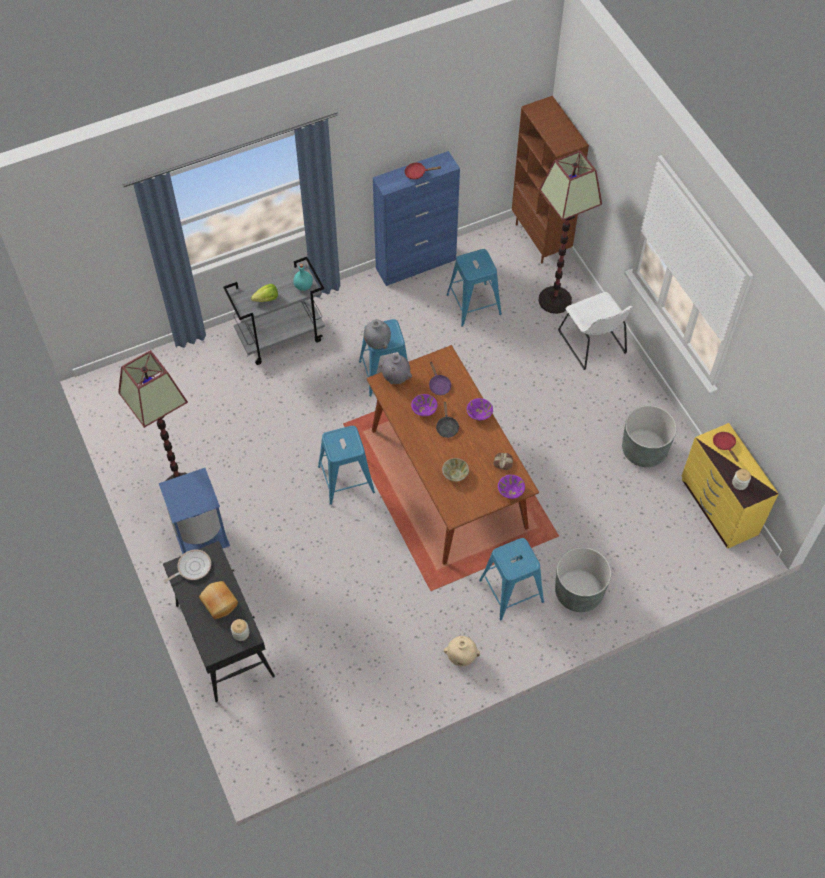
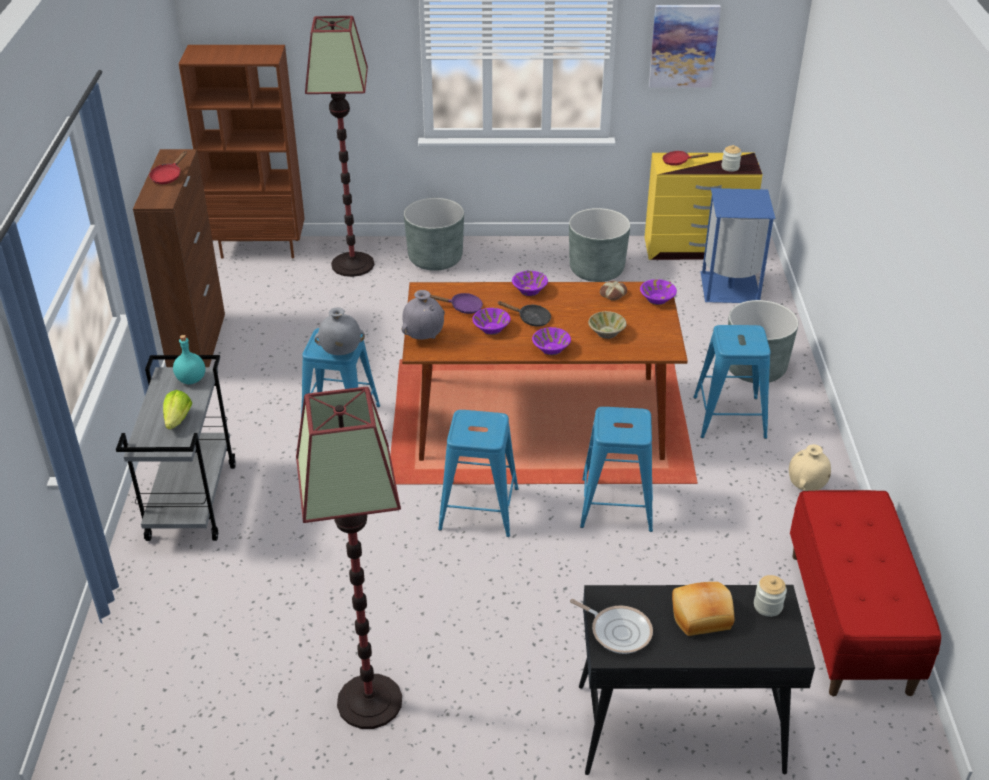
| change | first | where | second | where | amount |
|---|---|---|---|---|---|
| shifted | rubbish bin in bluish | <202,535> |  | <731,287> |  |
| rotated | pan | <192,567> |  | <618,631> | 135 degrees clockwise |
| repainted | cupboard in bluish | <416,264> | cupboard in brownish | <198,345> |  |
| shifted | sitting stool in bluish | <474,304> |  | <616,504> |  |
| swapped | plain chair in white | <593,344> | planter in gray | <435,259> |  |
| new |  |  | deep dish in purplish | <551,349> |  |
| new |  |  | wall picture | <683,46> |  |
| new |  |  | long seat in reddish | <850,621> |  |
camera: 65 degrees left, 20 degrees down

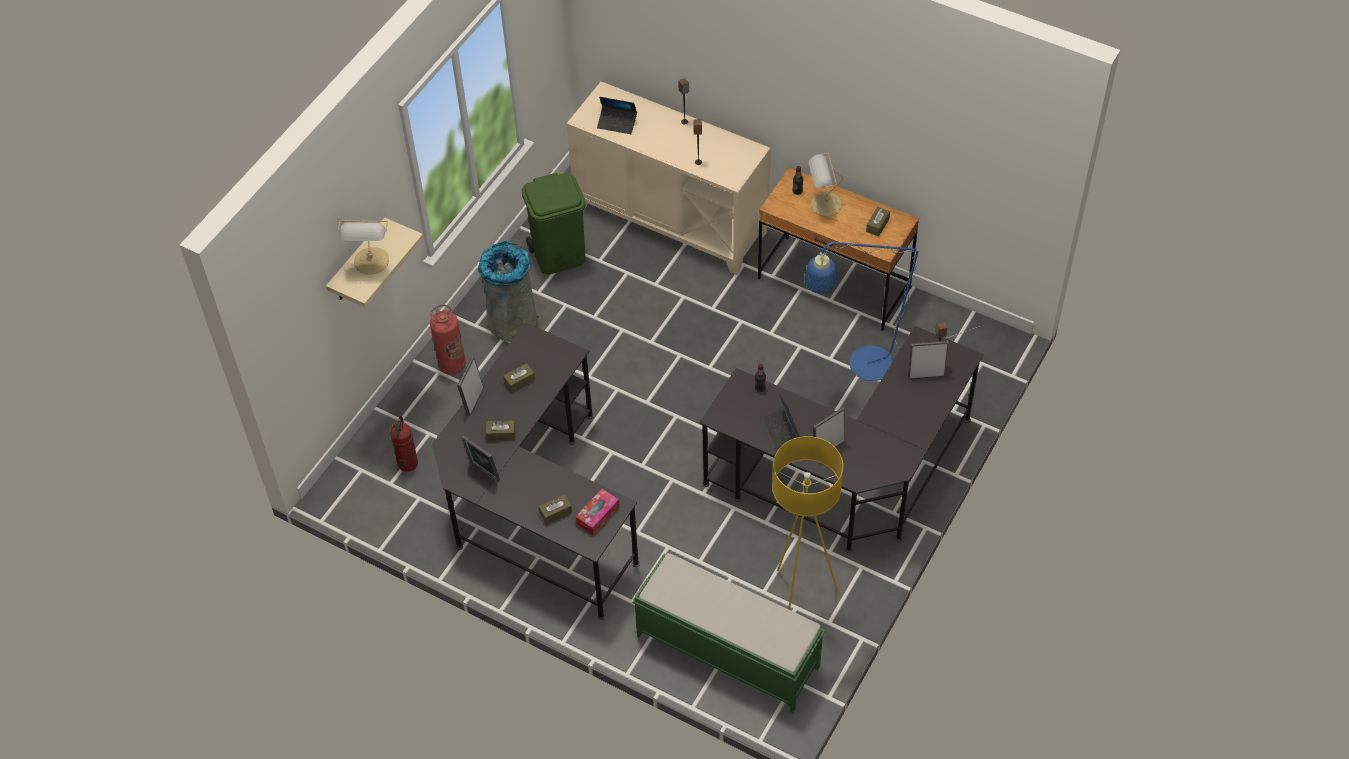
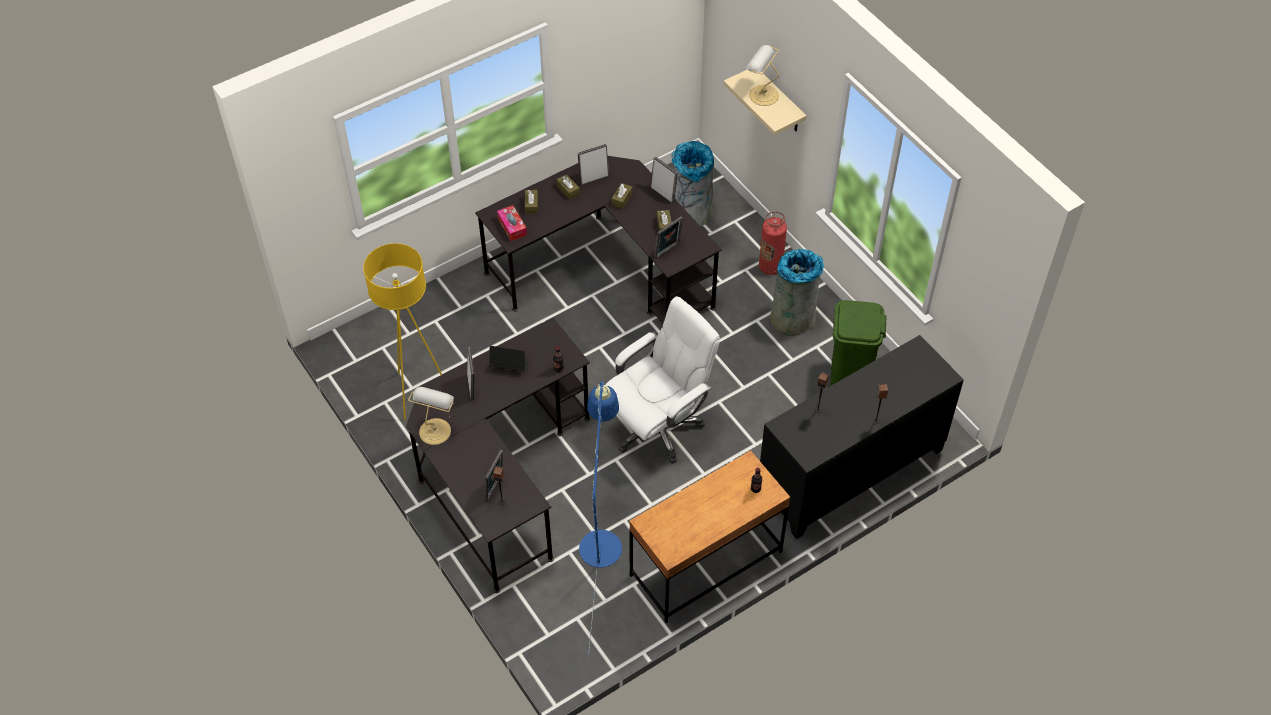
| change | first | where | second | where | amount |
|---|---|---|---|---|---|
| swapped | fire extinguisher | <408,463> | rubbish bin in gray | <691,213> |  |
| repainted | cupboard in beige-coloured | <671,219> | cupboard in blackish | <851,472> |  |
| gone | notebook computer | <617,123> |  |  |  |
| gone | long seat in greenish | <726,650> |  |  |  |
| shifted | tabletop lamp | <824,204> |  | <435,430> |  |
| shifted | tissue box in brownish | <877,225> |  | <568,190> |  |
| new |  |  | desk chair in white | <658,426> |  |
| new |  |  | picture frame | <668,251> |  |
camera: 115 degrees right, 0 degrees up

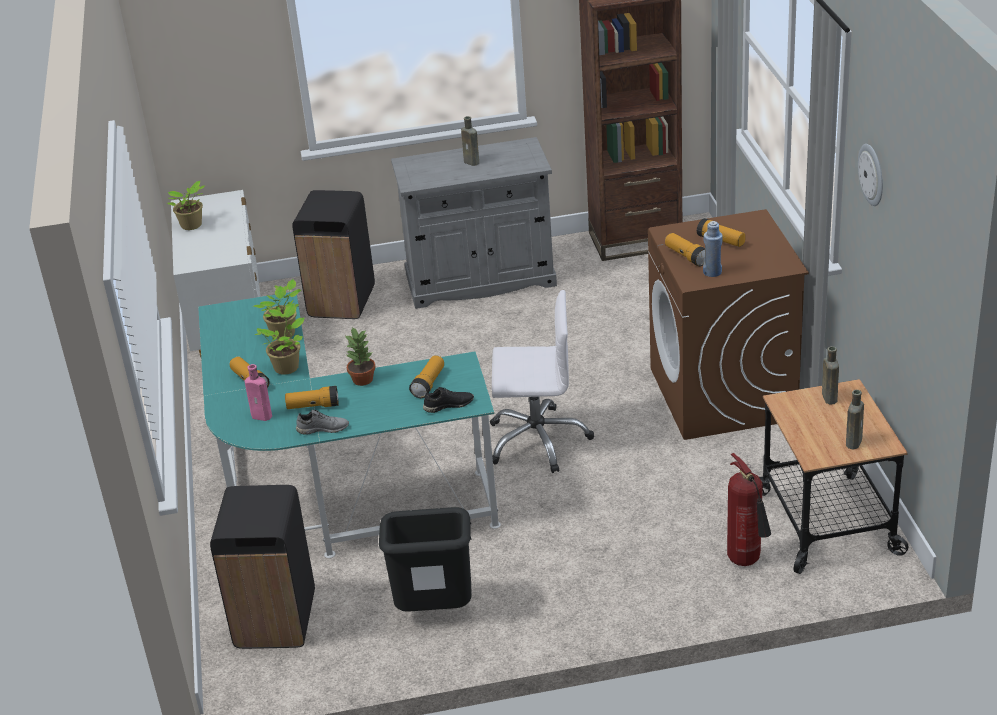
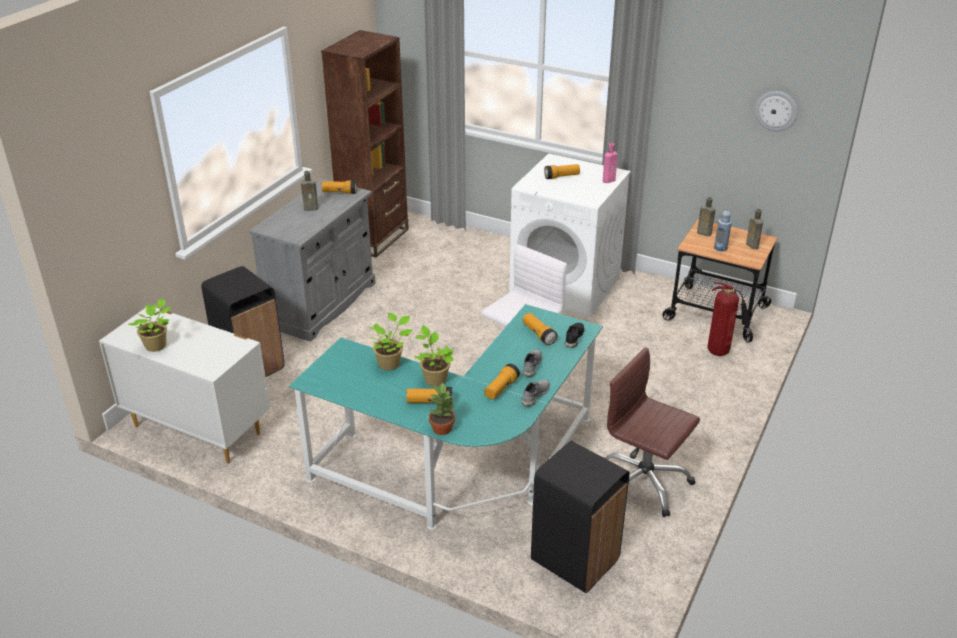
| change | first | where | second | where | amount |
|---|---|---|---|---|---|
| shifted | beverage bottle in pink | <263,416> |  | <609,180> |  |
| shifted | houseplant | <363,379> |  | <442,428> |  |
| swapped | rubbish bin in blackish | <435,611> | desk chair in brownish | <643,483> |  |
| repainted | washing machine in brownish | <723,395> | washing machine in white | <566,286> |  |
| shifted | hand torch | <686,256> |  | <339,192> |  |
| shifted | beverage bottle in bluish | <712,272> |  | <720,248> |  |
| shifted | clock on the wall | <872,174> |  | <776,110> |  |
| new |  |  | shoe in gray | <531,366> |  |
camera: 55 degrees left, 0 degrees up

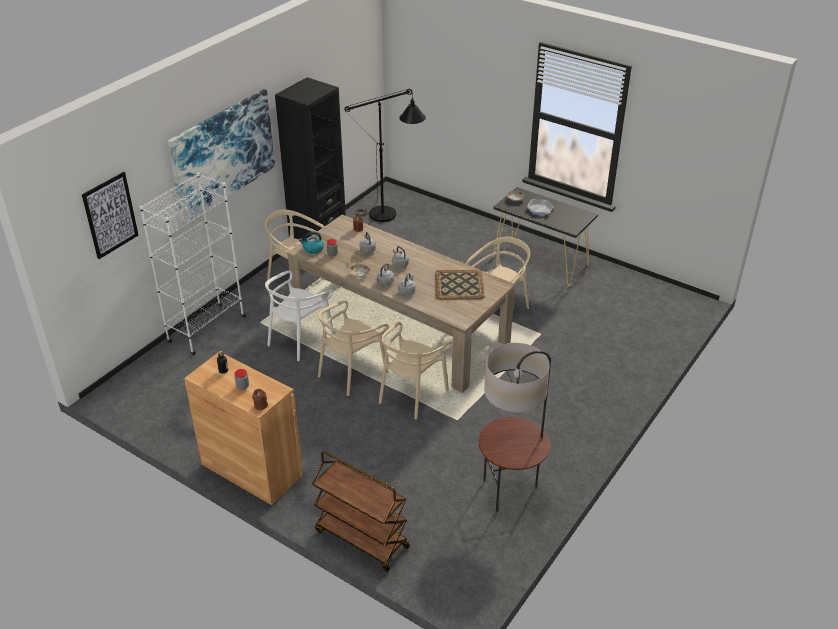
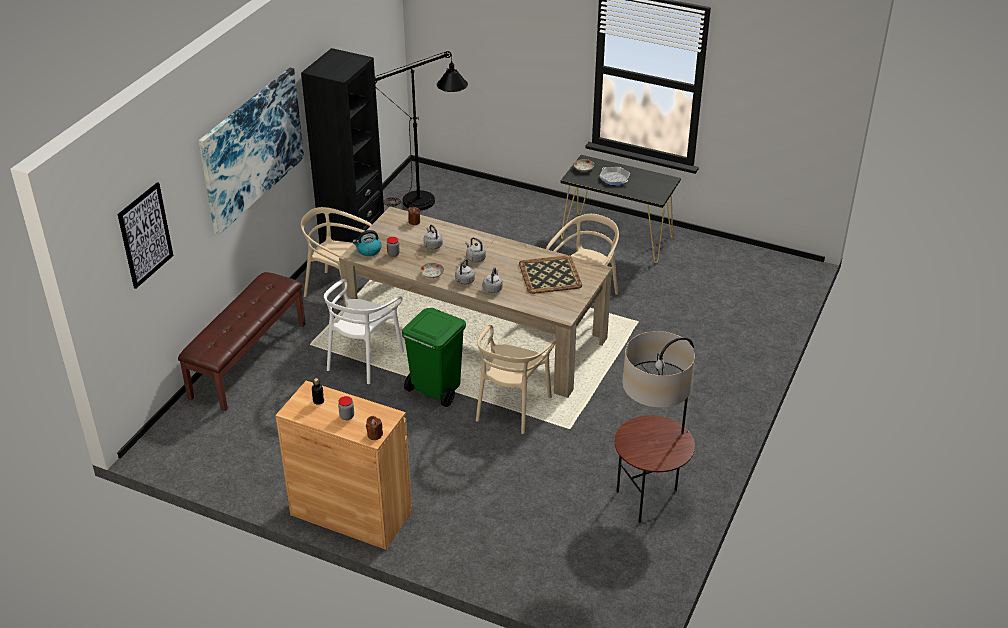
| change | first | where | second | where | amount |
|---|---|---|---|---|---|
| swapped | bookshelf in white | <206,329> | long seat in brownish | <248,359> |  |
| gone | wheeled cart in brownish | <361,539> |  |  |  |
| swapped | plain chair in beige-coloured | <352,372> | rubbish bin in greenish | <435,390> |  |
camera: 10 degrees left, 0 degrees up

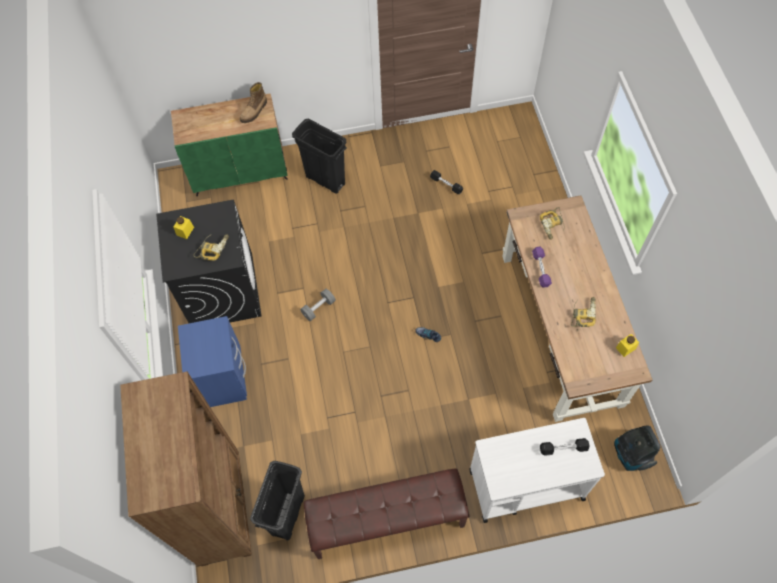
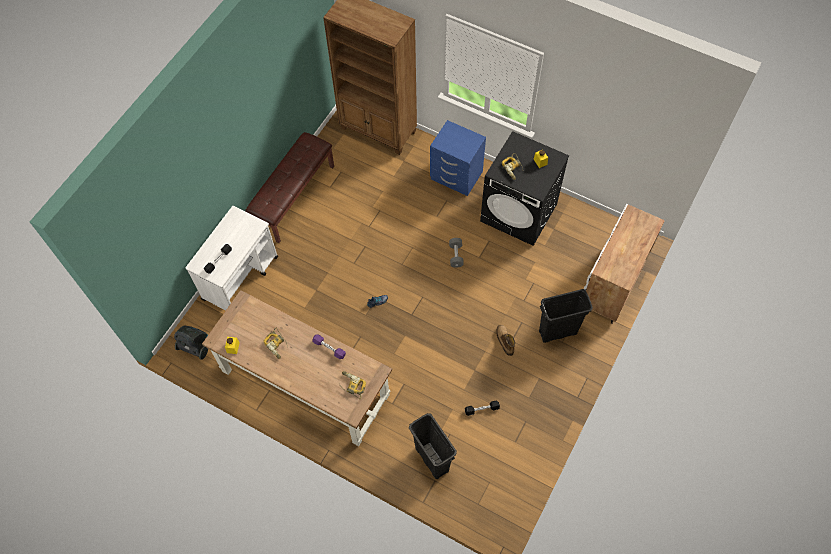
| change | first | where | second | where | amount |
|---|---|---|---|---|---|
| repainted | cupboard in greenish | <240,172> | cupboard in white | <613,283> |  |
| shifted | boot | <254,111> |  | <504,341> |  |
| shifted | rubbish bin in blackish | <288,515> |  | <432,459> |  |
camera: 130 degrees right, 0 degrees up

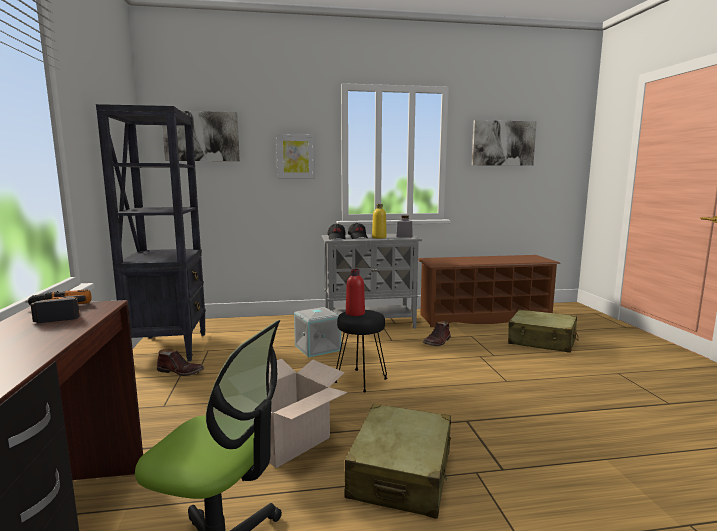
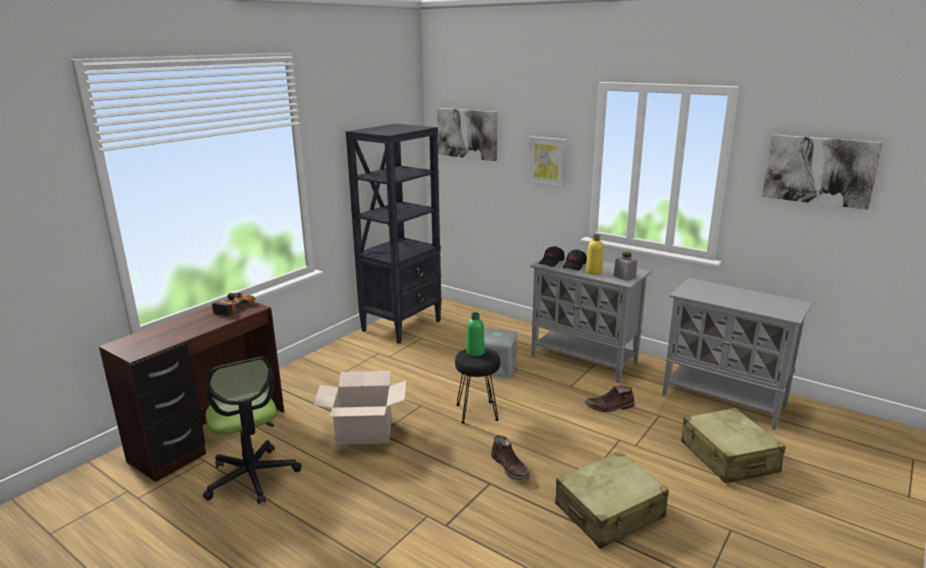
| change | first | where | second | where | amount |
|---|---|---|---|---|---|
| shifted | boot in brownish | <181,371> |  | <510,467> |  |
| shifted | suitcase in beige-coloured | <401,474> |  | <609,511> |  |
| repainted | beverage bottle in reddish | <355,313> | beverage bottle in greenish | <475,352> |  |
| swapped | shoe shelf in brownish | <483,317> | cupboard in gray | <724,401> |  |
camera: 45 degrees right, 10 degrees up

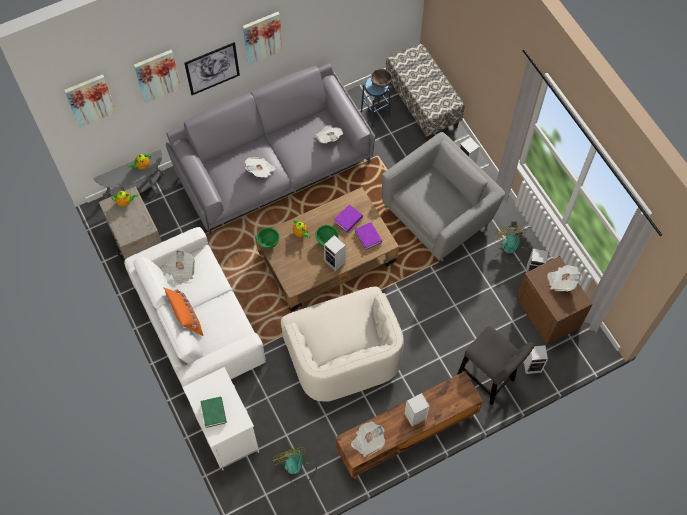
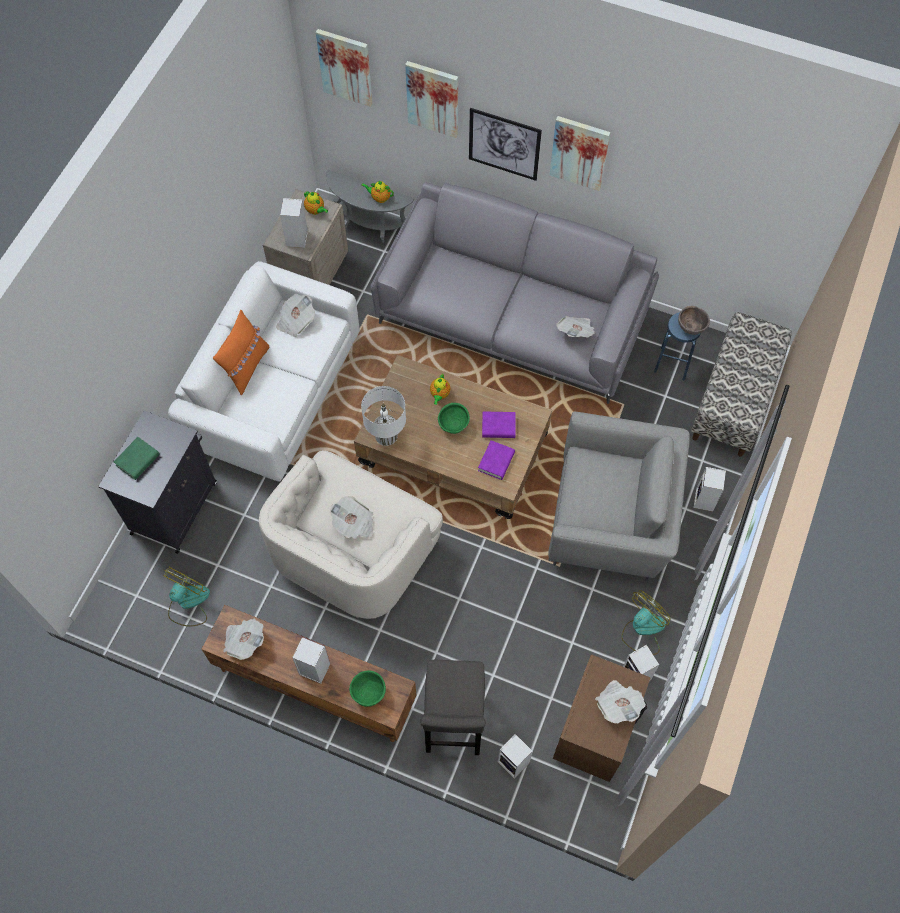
| change | first | where | second | where | amount |
|---|---|---|---|---|---|
| repainted | cupboard in white | <226,432> | cupboard in blackish | <175,506> |  |
| shifted | printed paper | <260,171> |  | <354,524> |  |
| shifted | deep dish in greenish | <268,243> |  | <369,693> |  |
| shifted | speaker | <335,262> |  | <297,239> |  |
| new |  |  | tabletop lamp in white | <386,435> |  |
camera: 50 degrees right, 0 degrees up

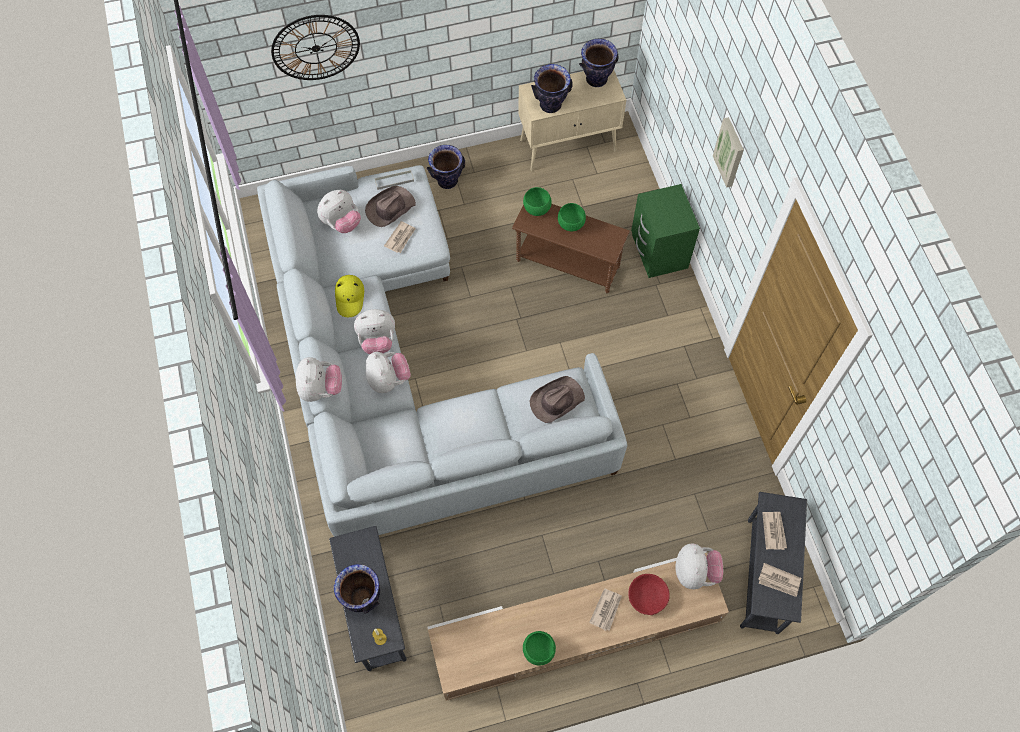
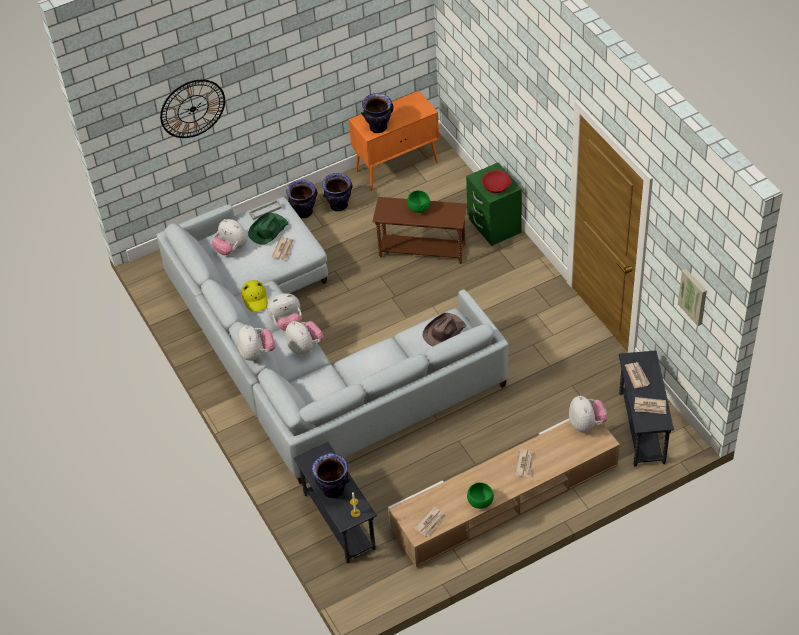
| change | first | where | second | where | amount |
|---|---|---|---|---|---|
| rotated | soft toy | <341,223> |  | <231,248> | 90 degrees clockwise |
| repainted | hat in brownish | <390,208> | hat in greenish | <268,230> |  |
| repainted | cupboard in beige-coloured | <569,145> | cupboard in orange-coloured | <397,166> |  |
| gone | deep dish in greenish | <536,209> |  |  |  |
| shifted | flower vase | <596,79> |  | <338,205> |  |
| shifted | deep dish in reddish | <647,596> |  | <496,186> |  |
| shifted | wall picture | <730,152> |  | <694,296> |  |
| new |  |  | printed paper | <430,522> |  |
camera: 10 degrees left, 15 degrees down

